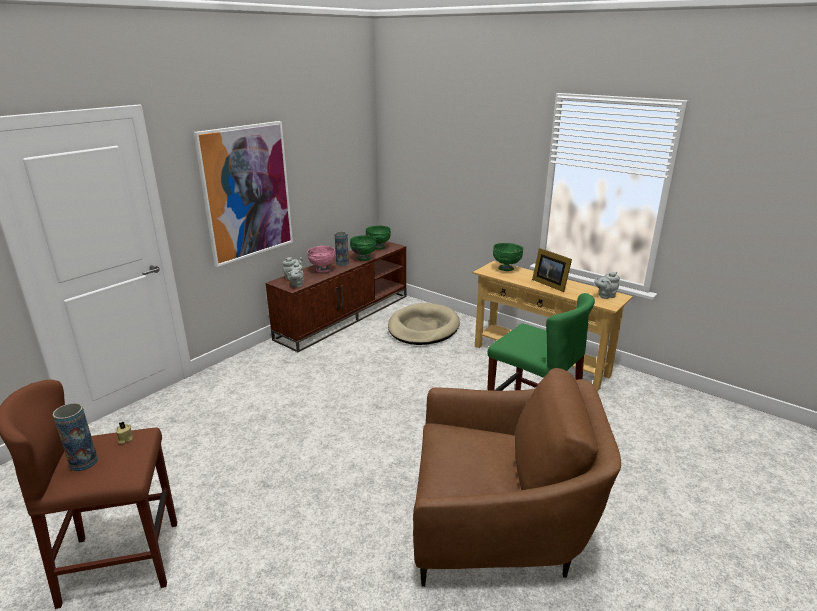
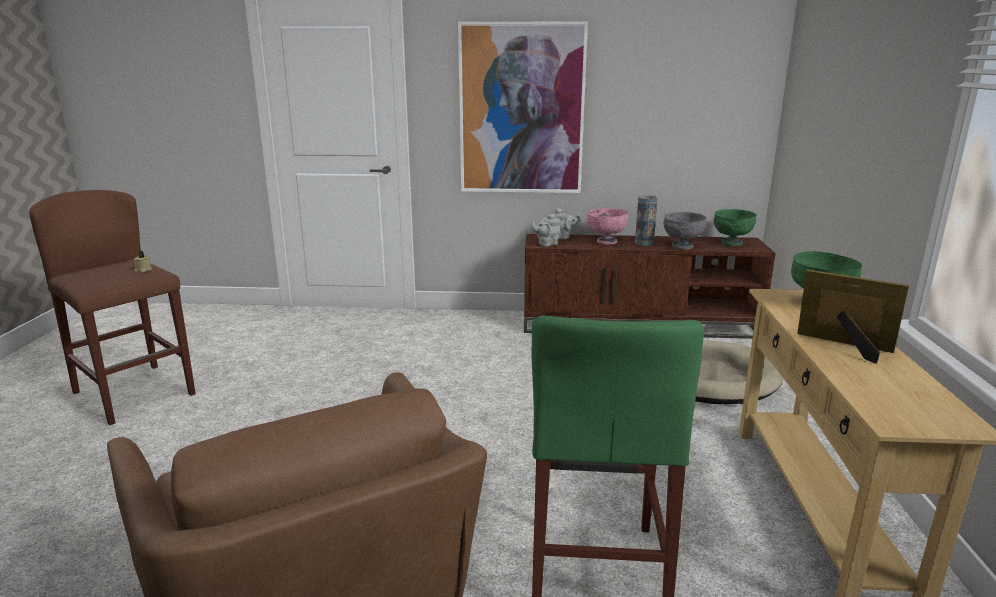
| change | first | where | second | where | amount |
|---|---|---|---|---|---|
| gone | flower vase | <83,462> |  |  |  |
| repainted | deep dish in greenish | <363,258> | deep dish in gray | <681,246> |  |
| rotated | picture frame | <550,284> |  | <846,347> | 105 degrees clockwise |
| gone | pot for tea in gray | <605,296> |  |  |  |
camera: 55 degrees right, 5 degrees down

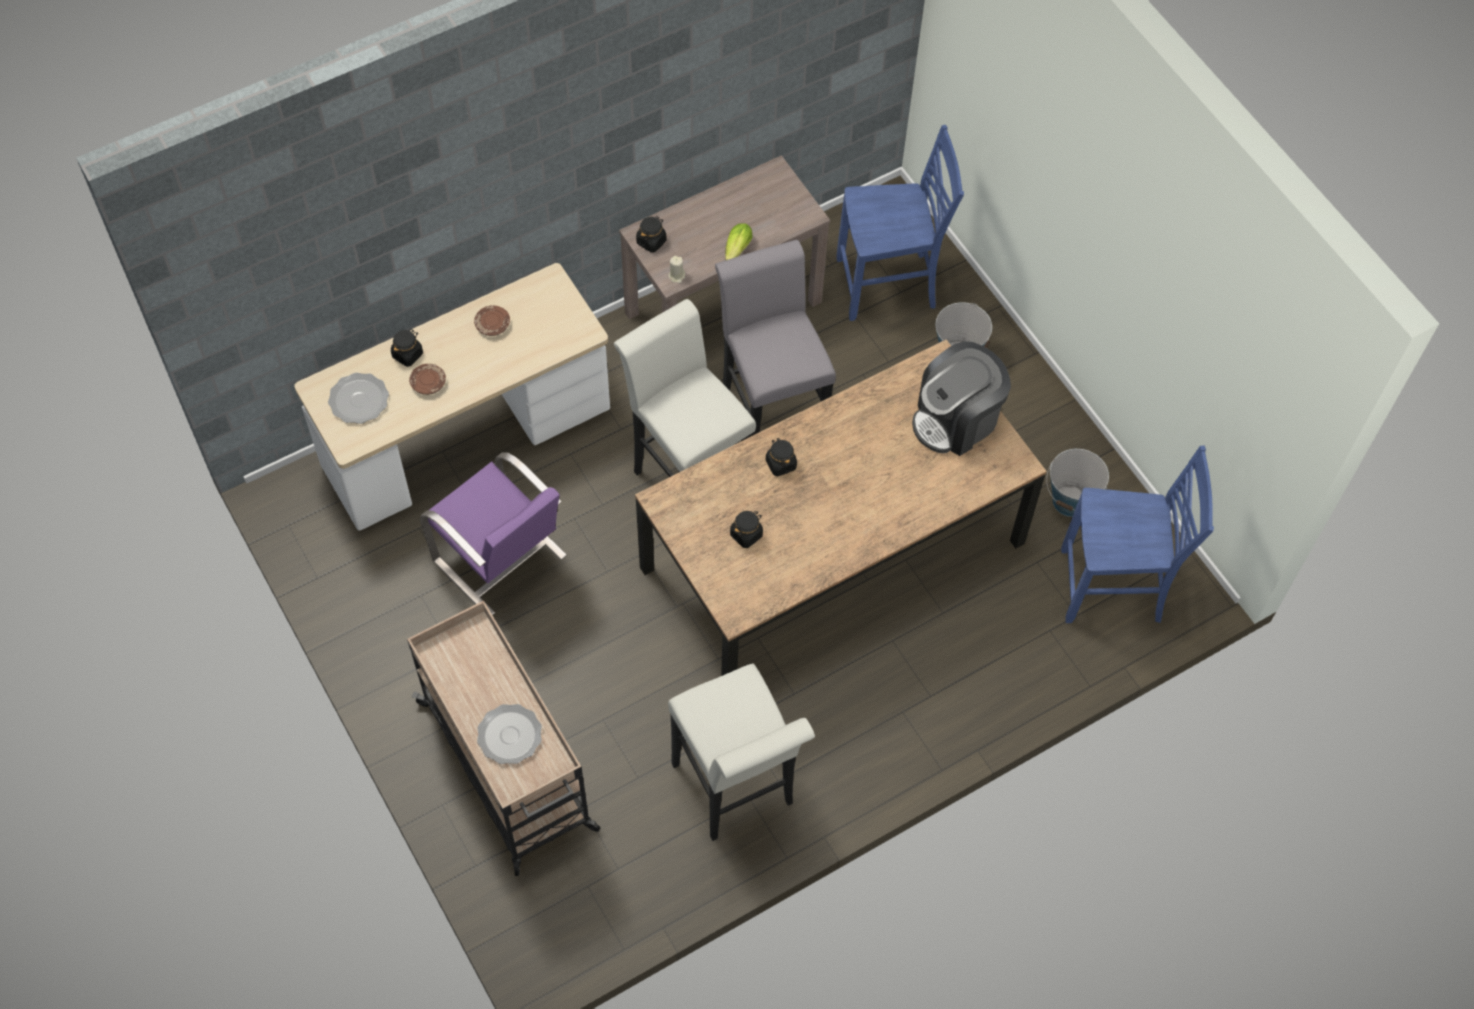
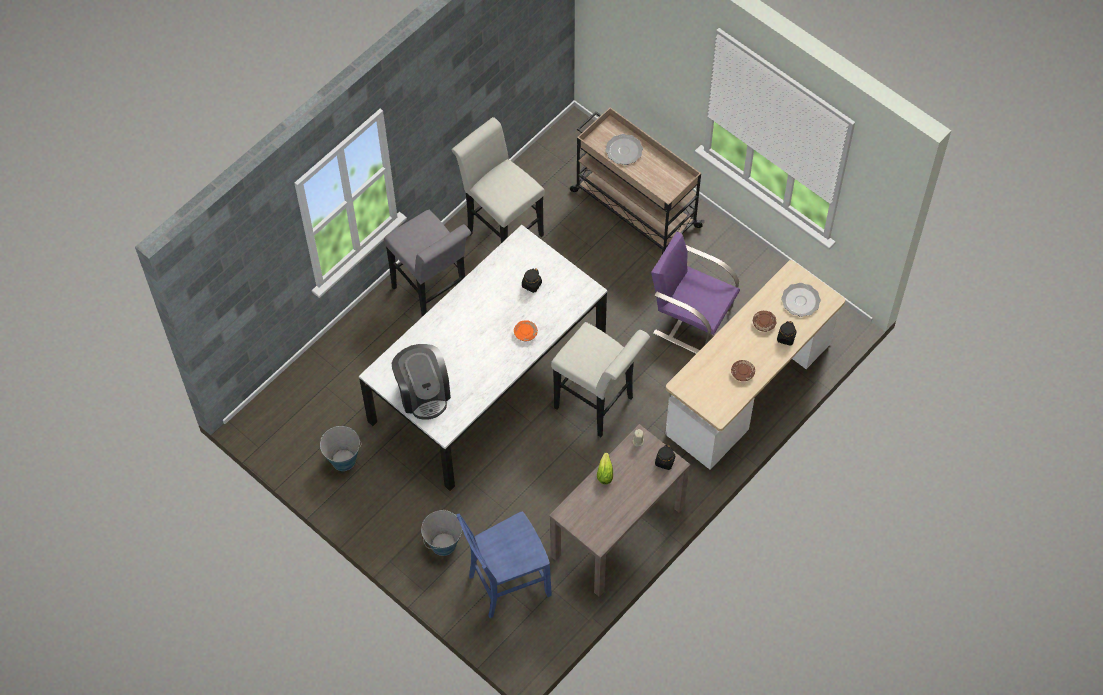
| change | first | where | second | where | amount |
|---|---|---|---|---|---|
| repainted | dining table in brownish | <833,554> | dining table in white | <487,381> |  |
| shifted | sitting stool in gray | <770,413> |  | <433,295> |  |
| swapped | storage jar in blackish | <780,464> | flat dish in orange-coloured | <525,333> |  |
| rotated | coffee machine | <956,420> |  | <423,393> | 120 degrees clockwise |
| gone | plain chair in bluish | <1113,588> |  |  |  |
camera: 165 degrees right, 0 degrees up

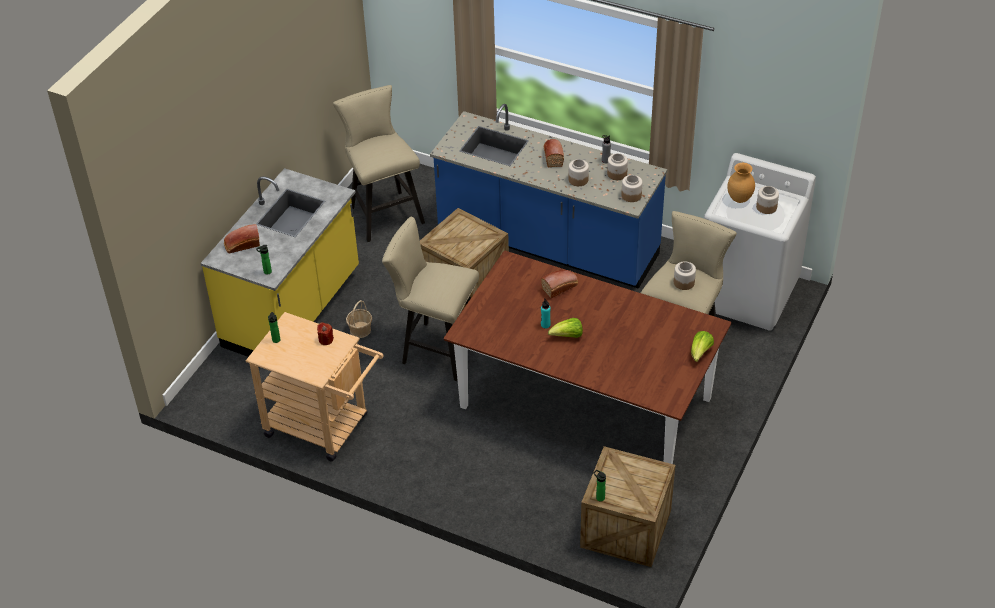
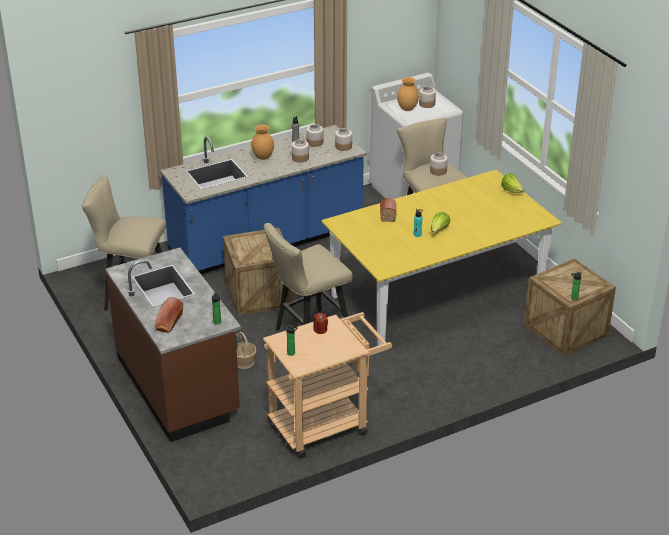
| change | first | where | second | where | amount |
|---|---|---|---|---|---|
| repainted | kitchen base unit in yellow | <293,310> | kitchen base unit in brownish | <179,386> |  |
| repainted | dining table in brownish | <584,403> | dining table in yellow | <437,296> |  |
| swapped | bread | <553,157> | flower vase in brownish | <262,157> |  |
camera: 55 degrees left, 10 degrees down

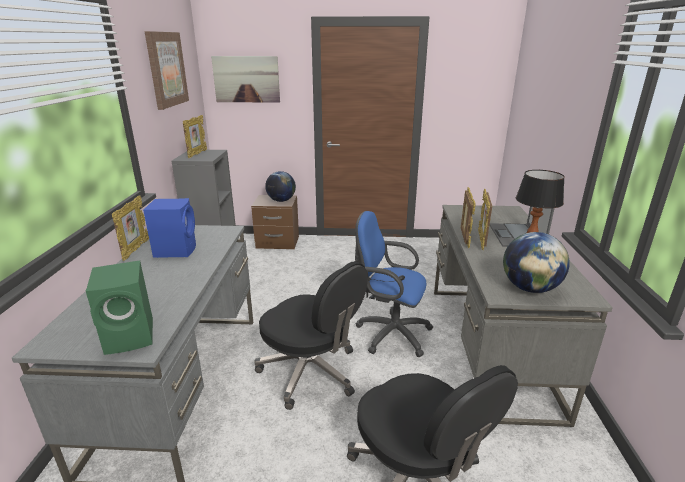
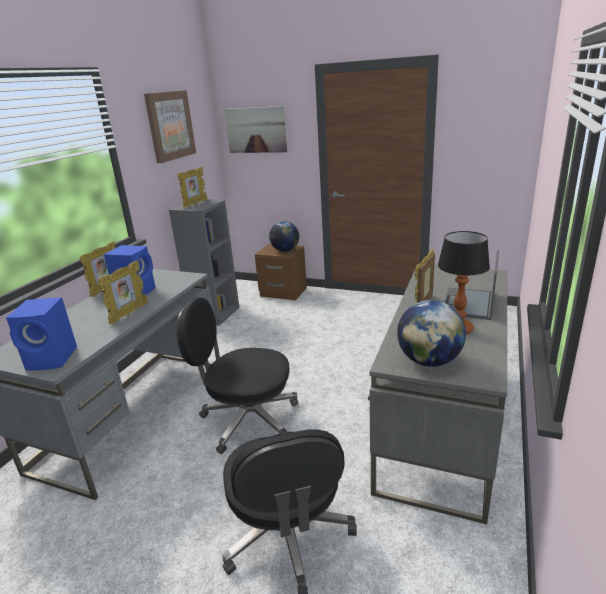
| change | first | where | second | where | amount |
|---|---|---|---|---|---|
| repainted | speaker in greenish | <132,336> | speaker in bluish | <53,359> |  |
| rotated | desk chair in blackish | <311,372> |  | <247,419> | 135 degrees clockwise |
| gone | desk chair in bluish | <389,333> |  |  |  |
| shifted | picture frame | <464,238> |  | <129,314> |  |
camera: 20 degrees right, 0 degrees up

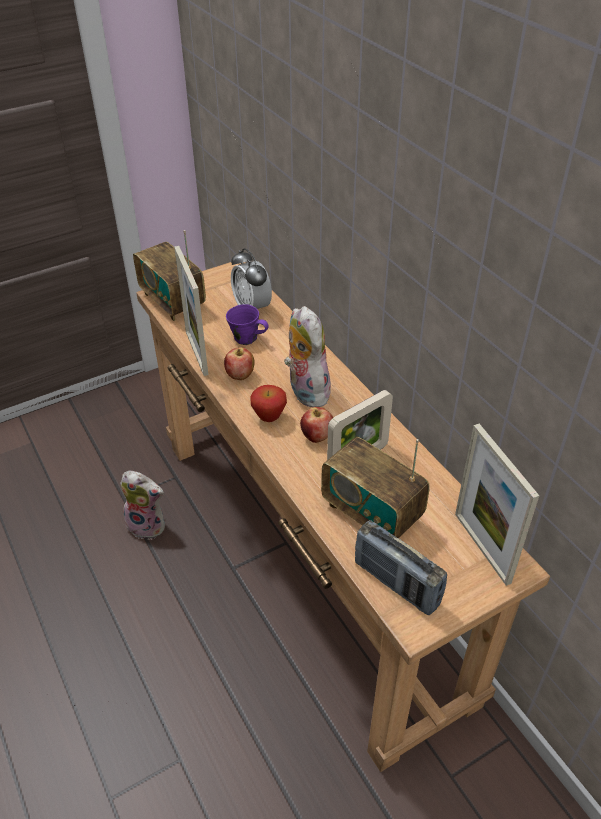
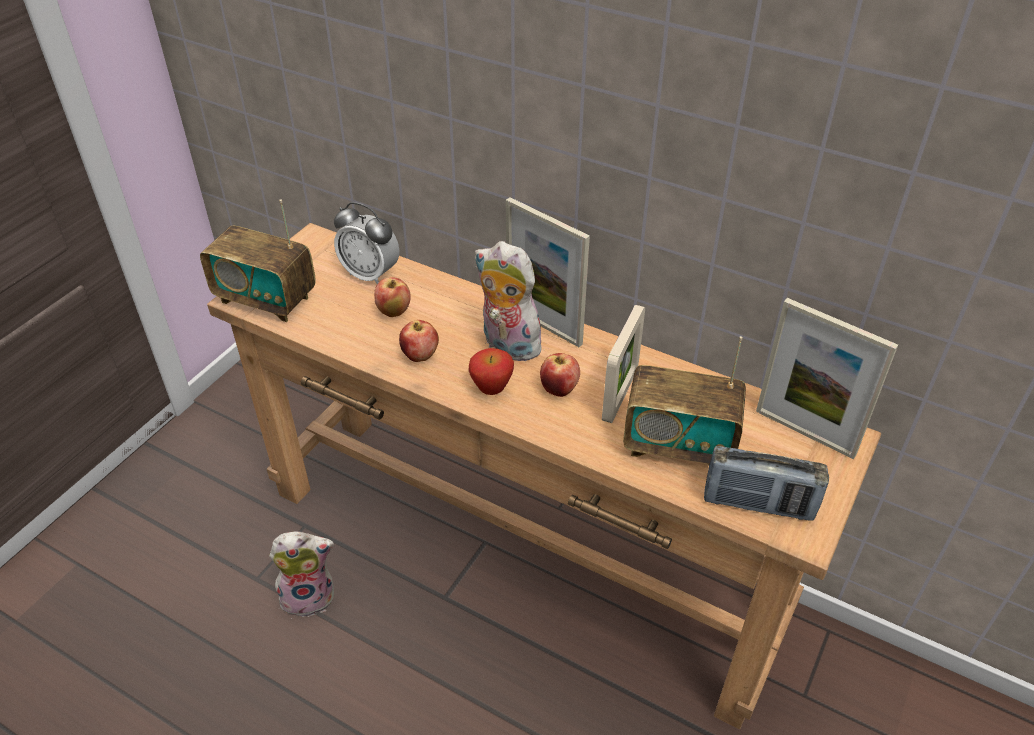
| change | first | where | second | where | amount |
|---|---|---|---|---|---|
| shifted | picture frame | <196,352> |  | <543,325> |  |
| swapped | tea mug in purplish | <247,339> | apple | <393,311> |  |
camera: 30 degrees left, 0 degrees up

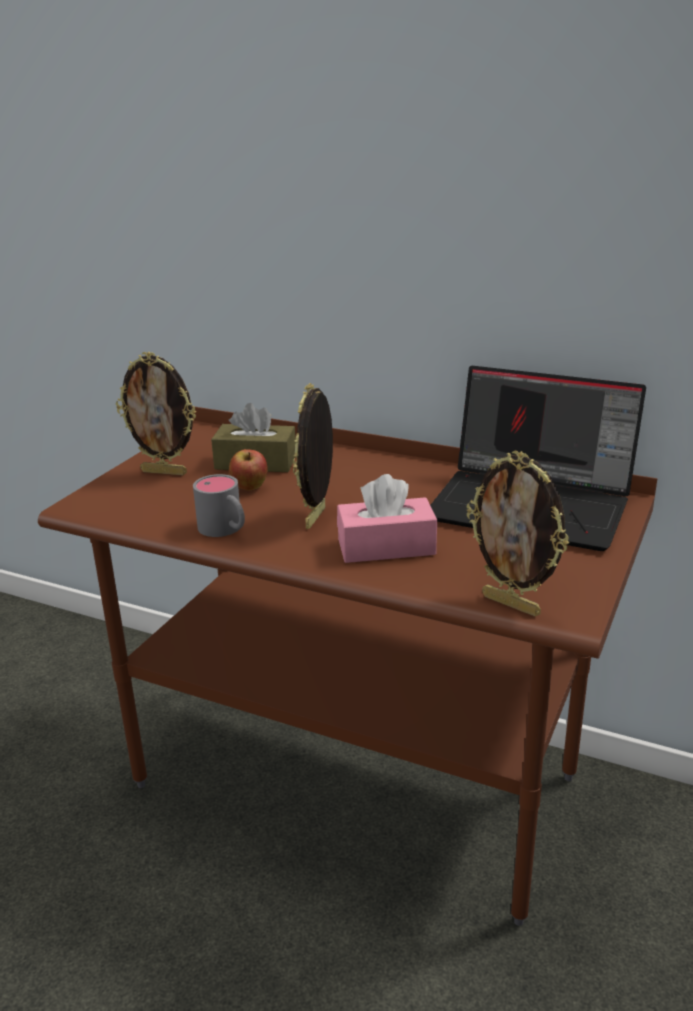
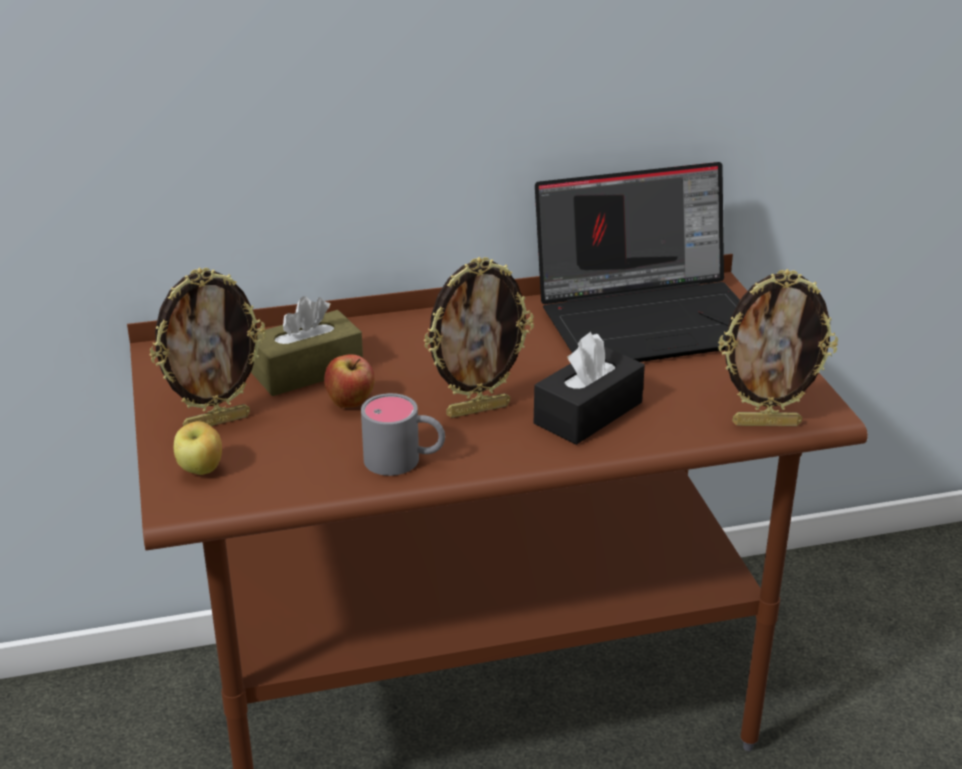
| change | first | where | second | where | amount |
|---|---|---|---|---|---|
| rotated | picture frame | <317,518> |  | <478,409> | 90 degrees counterclockwise |
| repainted | tissue box in pink | <386,547> | tissue box in blackish | <588,413> |  |
| new |  |  | apple | <201,469> |  |
camera: 40 degrees left, 5 degrees up

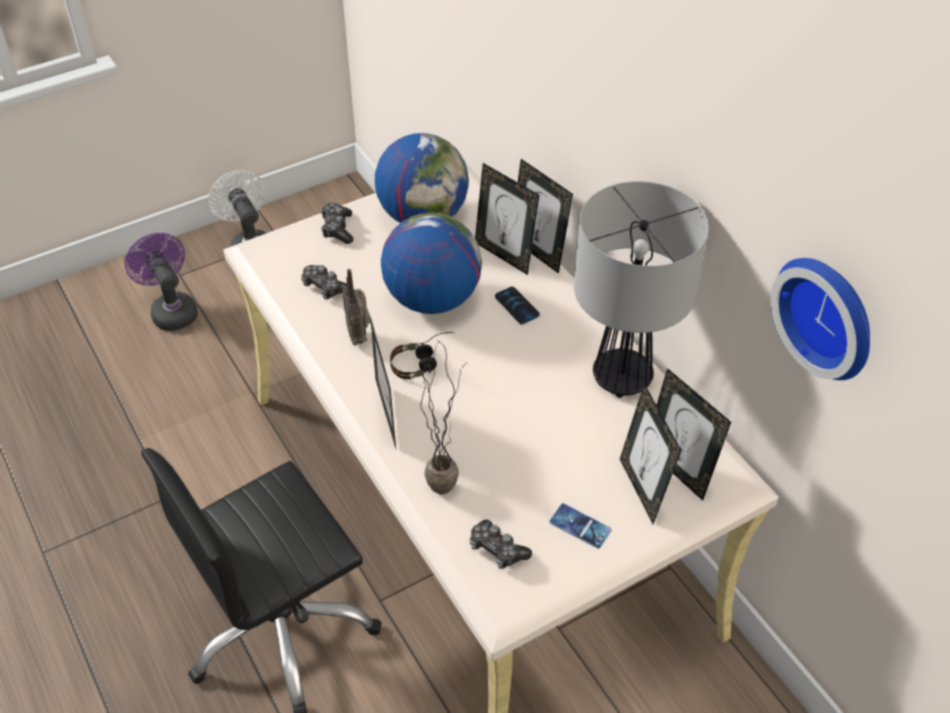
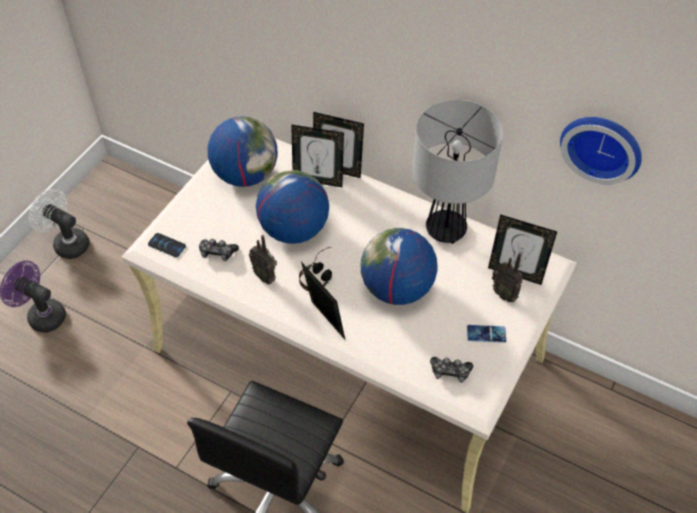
| change | first | where | second | where | amount |
|---|---|---|---|---|---|
| gone | gamepad | <337,229> |  |  |  |
| gone | houseplant | <446,480> |  |  |  |
| shifted | telephone | <517,306> |  | <167,245> |  |
| swapped | picture frame | <642,489> | radio | <504,294> |  |
| new |  |  | desk globe | <396,288> |  |
camera: 30 degrees left, 5 degrees up

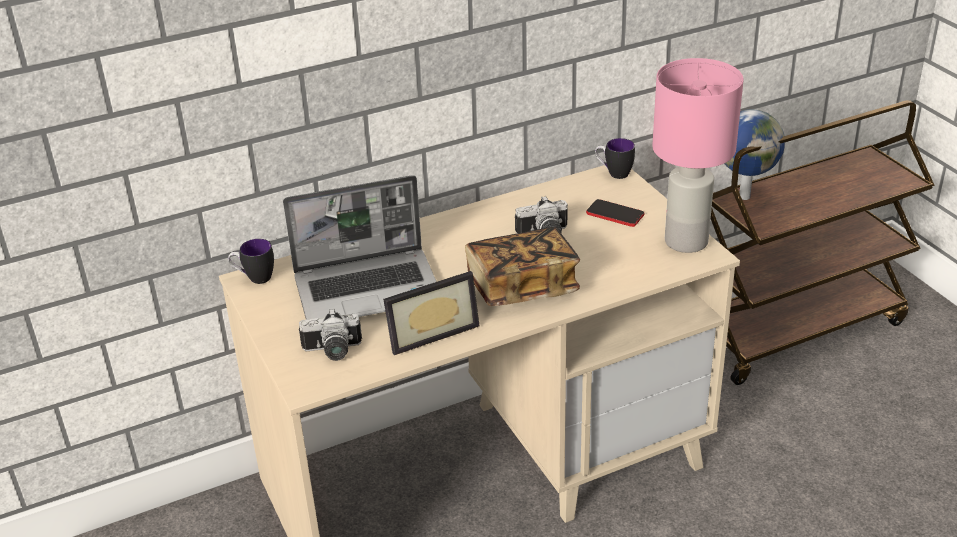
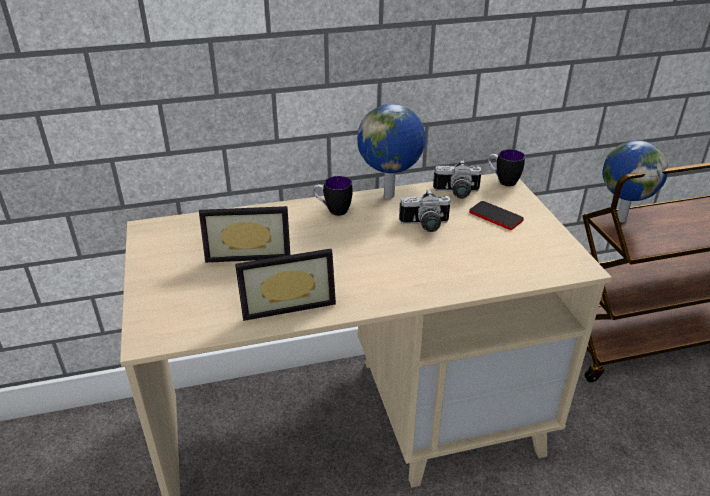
| change | first | where | second | where | amount |
|---|---|---|---|---|---|
| shifted | tea mug | <254,278> |  | <333,210> |  |
| swapped | notebook computer | <369,288> | picture frame | <248,252> |  |
| shifted | photo camera | <332,351> |  | <456,193> |  |
| gone | bound book | <522,286> |  |  |  |
| gone | tabletop lamp in pink | <685,242> |  |  |  |
| new |  |  | desk globe | <390,196> |  |
camera: 10 degrees right, 0 degrees up

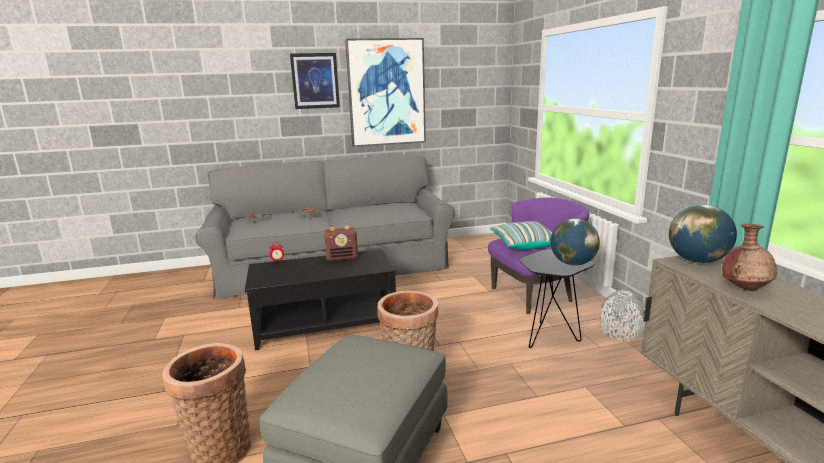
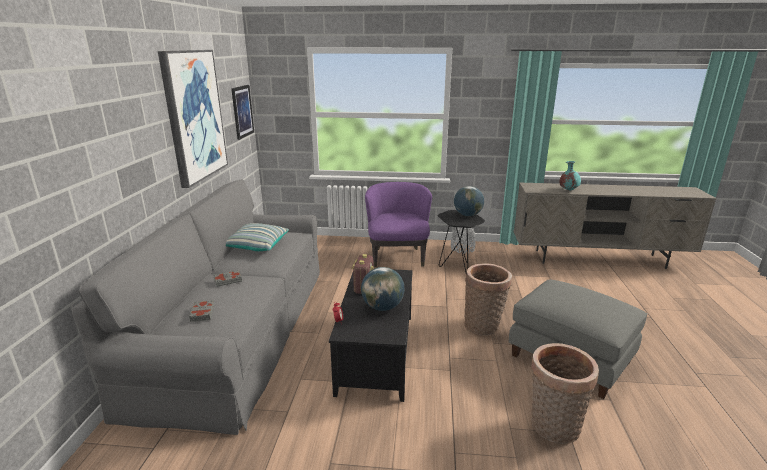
| change | first | where | second | where | amount |
|---|---|---|---|---|---|
| shifted | wall picture | <315,81> |  | <242,111> |  |
| shifted | pillow | <523,244> |  | <256,246> |  |
| shifted | desk globe | <697,261> |  | <382,307> |  |
| repainted | flower vase in brownish | <745,288> | flower vase in turquoise | <568,190> |  |
camera: 70 degrees left, 5 degrees up

